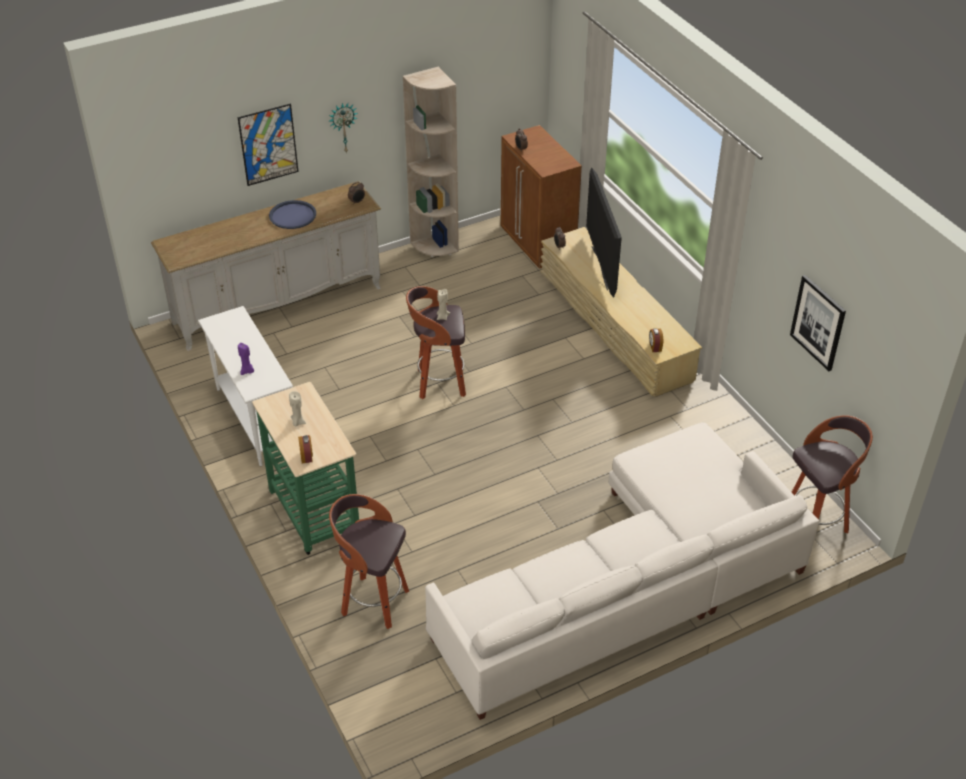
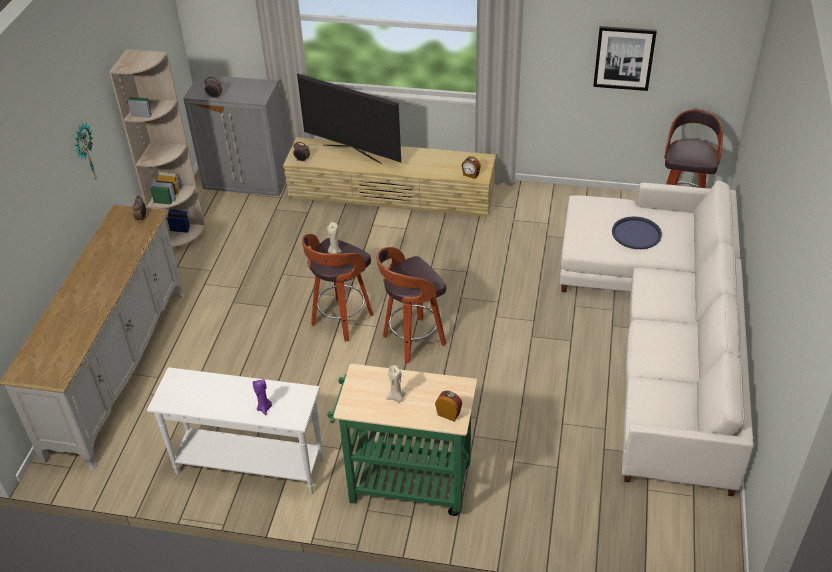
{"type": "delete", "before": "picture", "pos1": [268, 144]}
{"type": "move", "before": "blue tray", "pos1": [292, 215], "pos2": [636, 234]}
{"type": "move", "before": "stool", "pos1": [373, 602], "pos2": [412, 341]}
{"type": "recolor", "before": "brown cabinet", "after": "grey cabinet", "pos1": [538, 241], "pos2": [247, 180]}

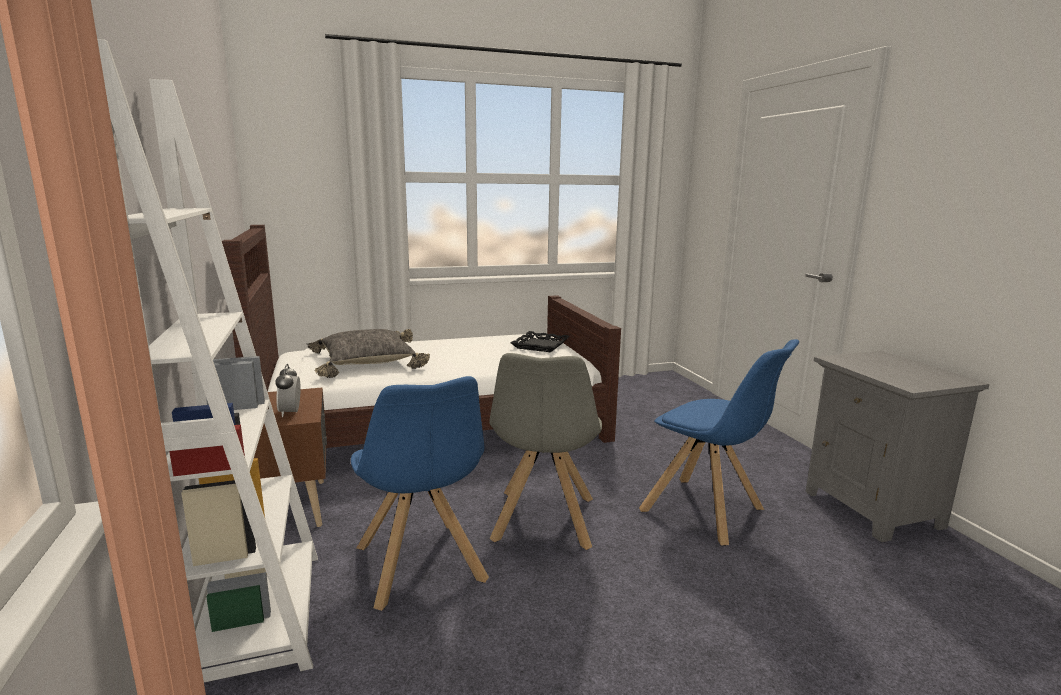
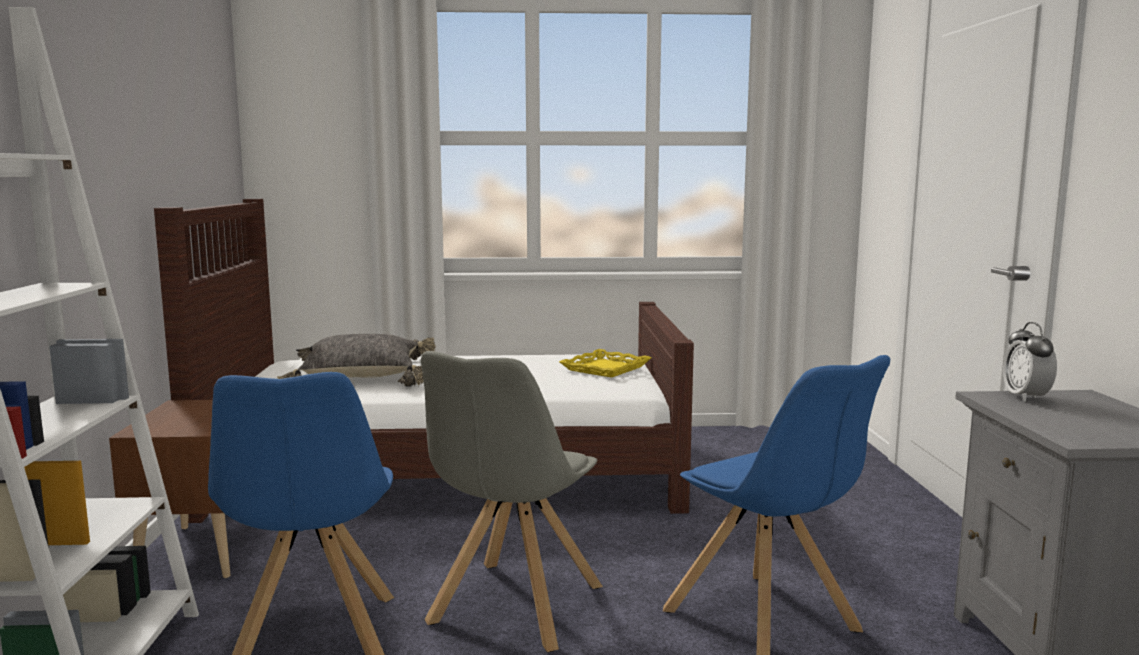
{"type": "move", "before": "alarm clock", "pos1": [290, 412], "pos2": [1026, 397]}
{"type": "recolor", "before": "black tray", "after": "yellow tray", "pos1": [540, 345], "pos2": [605, 368]}

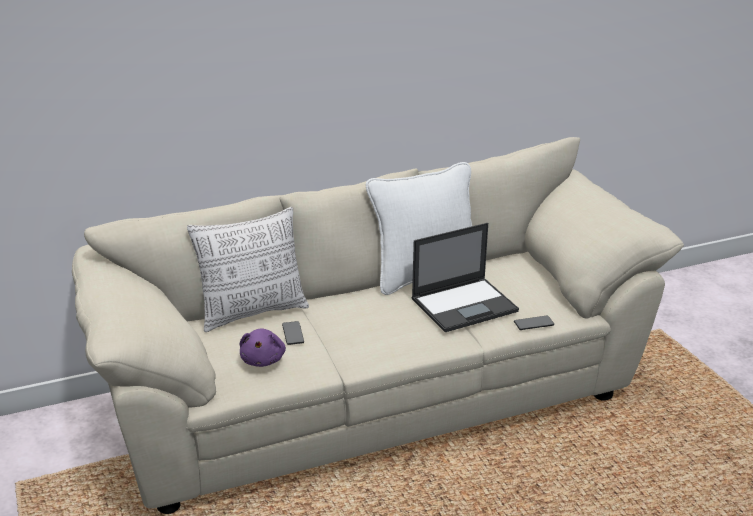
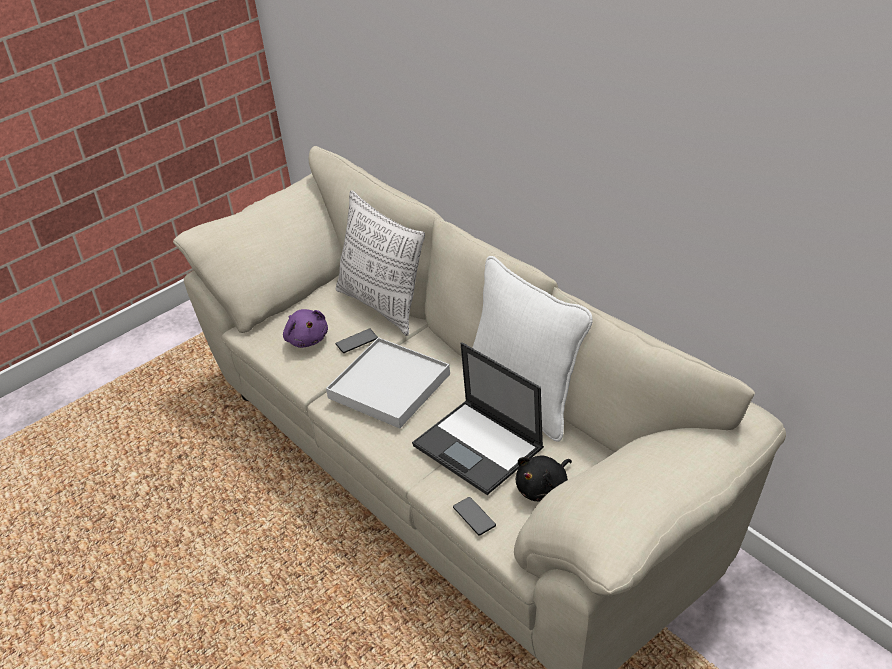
{"type": "rotate", "before": "purple plush toy", "pos1": [263, 360], "pos2": [307, 338], "turn": -105}
{"type": "insert", "after": "white tray", "pos2": [389, 386]}
{"type": "insert", "after": "black plush toy", "pos2": [545, 489]}

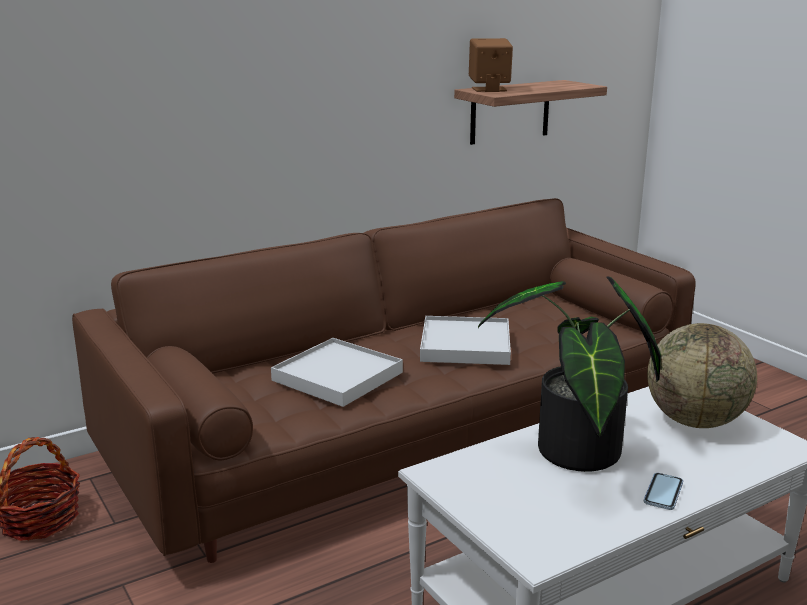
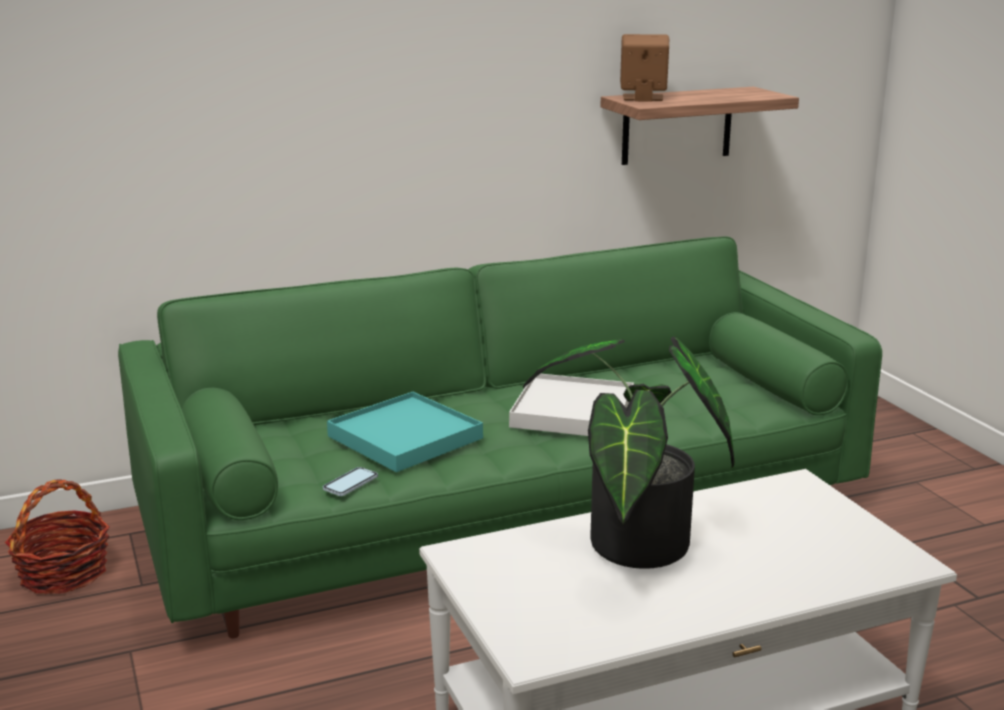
{"type": "recolor", "before": "brown sofa", "after": "green sofa", "pos1": [403, 432], "pos2": [501, 512]}
{"type": "recolor", "before": "white tray", "after": "turquoise tray", "pos1": [337, 376], "pos2": [405, 437]}
{"type": "move", "before": "phone", "pos1": [663, 493], "pos2": [350, 483]}
{"type": "delete", "before": "globe", "pos1": [695, 421]}

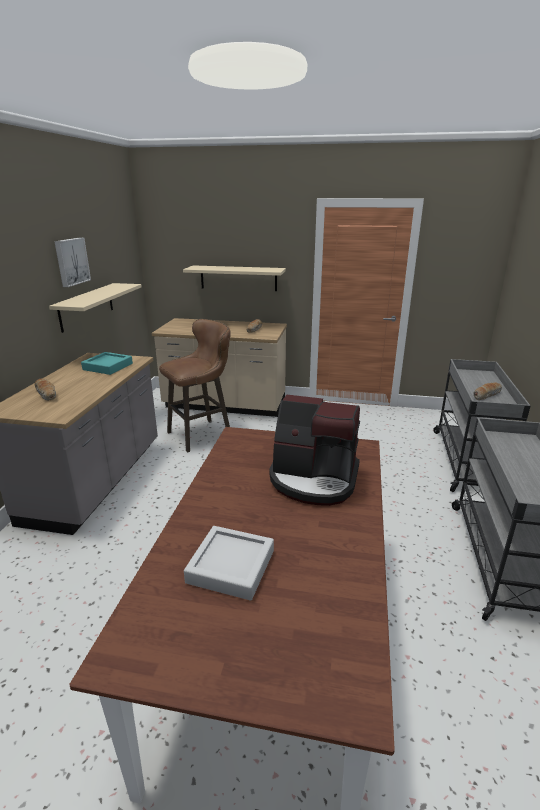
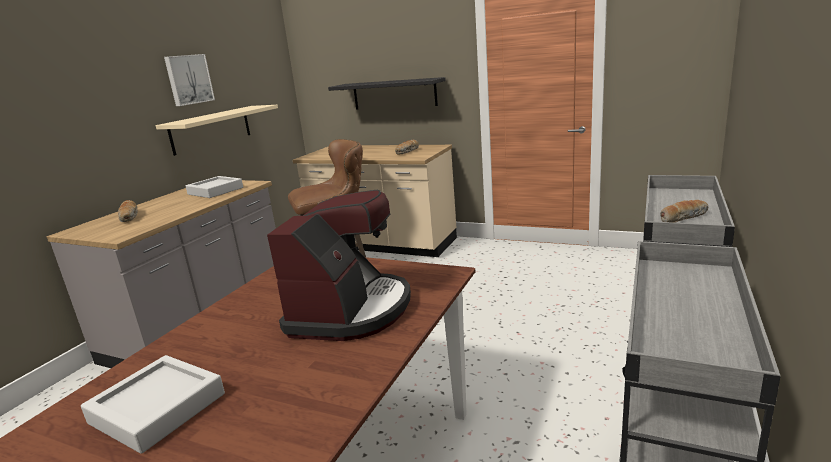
{"type": "recolor", "before": "turquoise tray", "after": "grey tray", "pos1": [108, 366], "pos2": [215, 191]}
{"type": "recolor", "before": "beige shelf", "after": "black shelf", "pos1": [238, 278], "pos2": [394, 94]}
{"type": "rotate", "before": "coffee machine", "pos1": [314, 479], "pos2": [351, 310], "turn": -105}

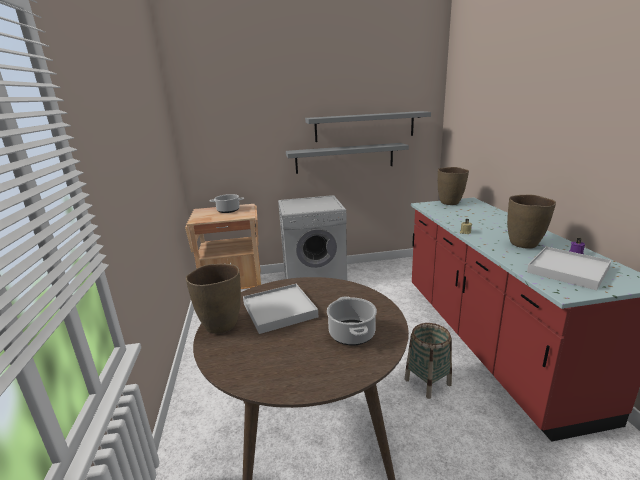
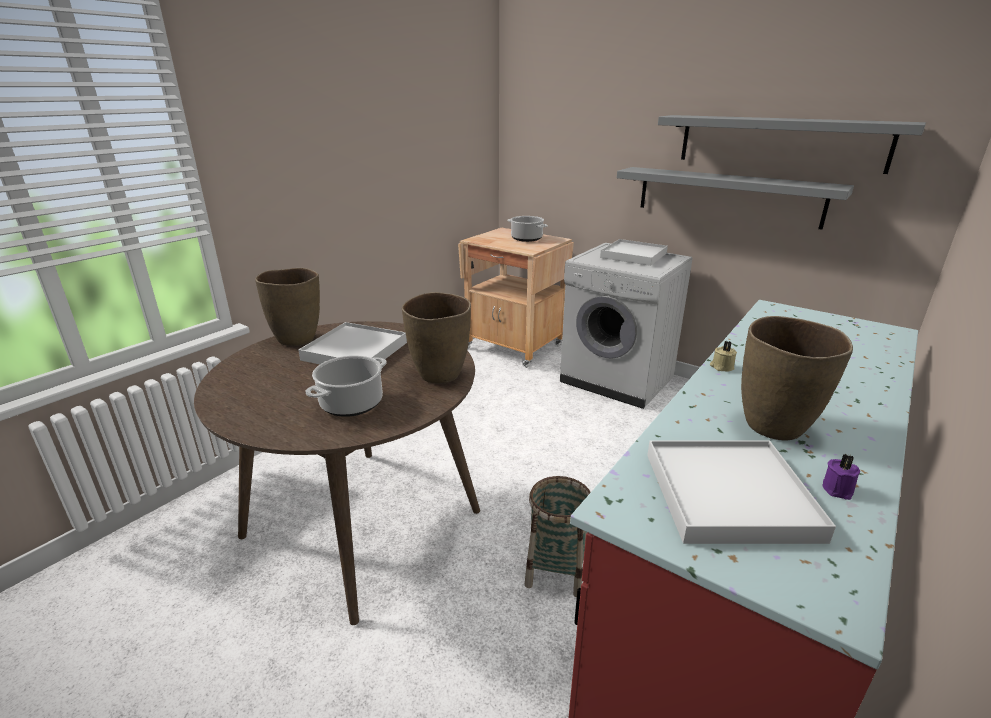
{"type": "move", "before": "brown vase", "pos1": [450, 203], "pos2": [440, 375]}
{"type": "insert", "after": "white tray", "pos2": [633, 255]}

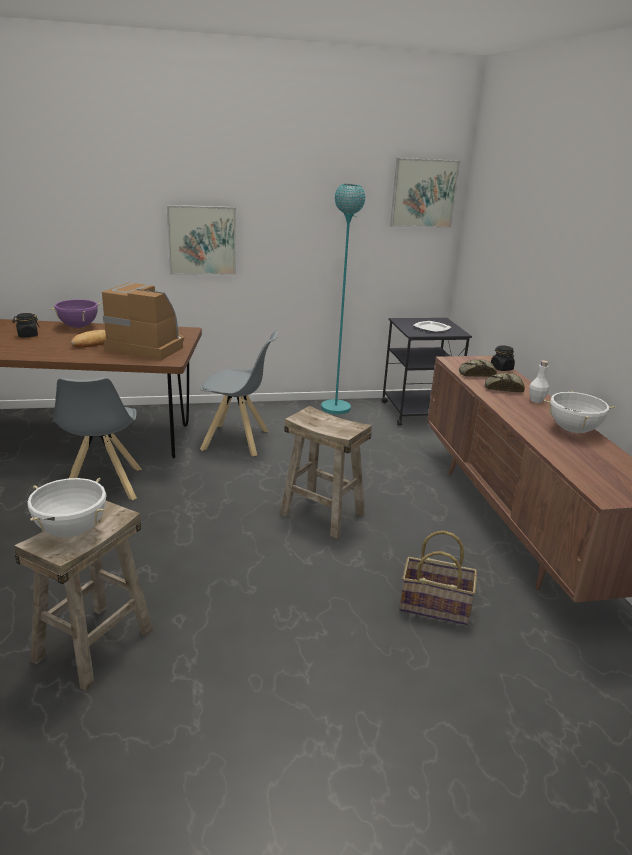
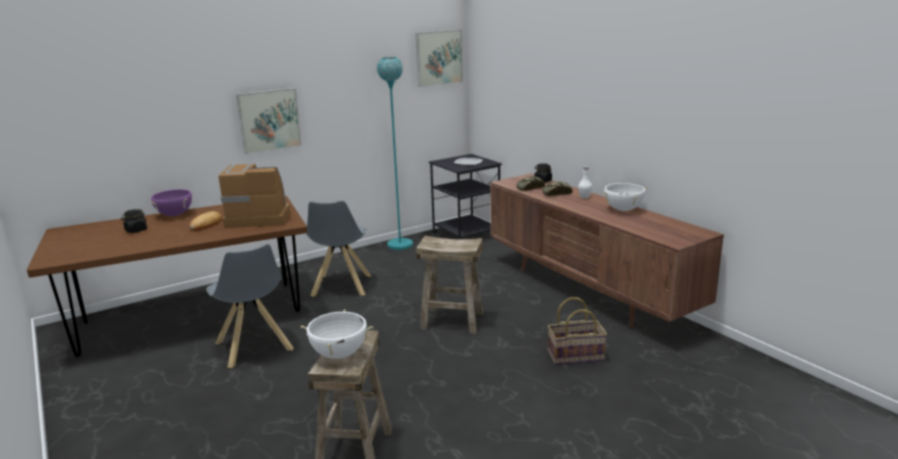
{"type": "rotate", "before": "grey chair", "pos1": [238, 441], "pos2": [341, 286], "turn": 105}

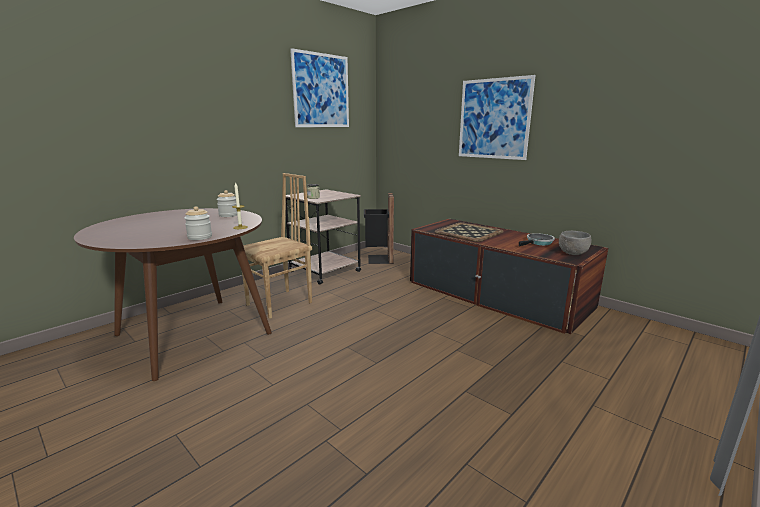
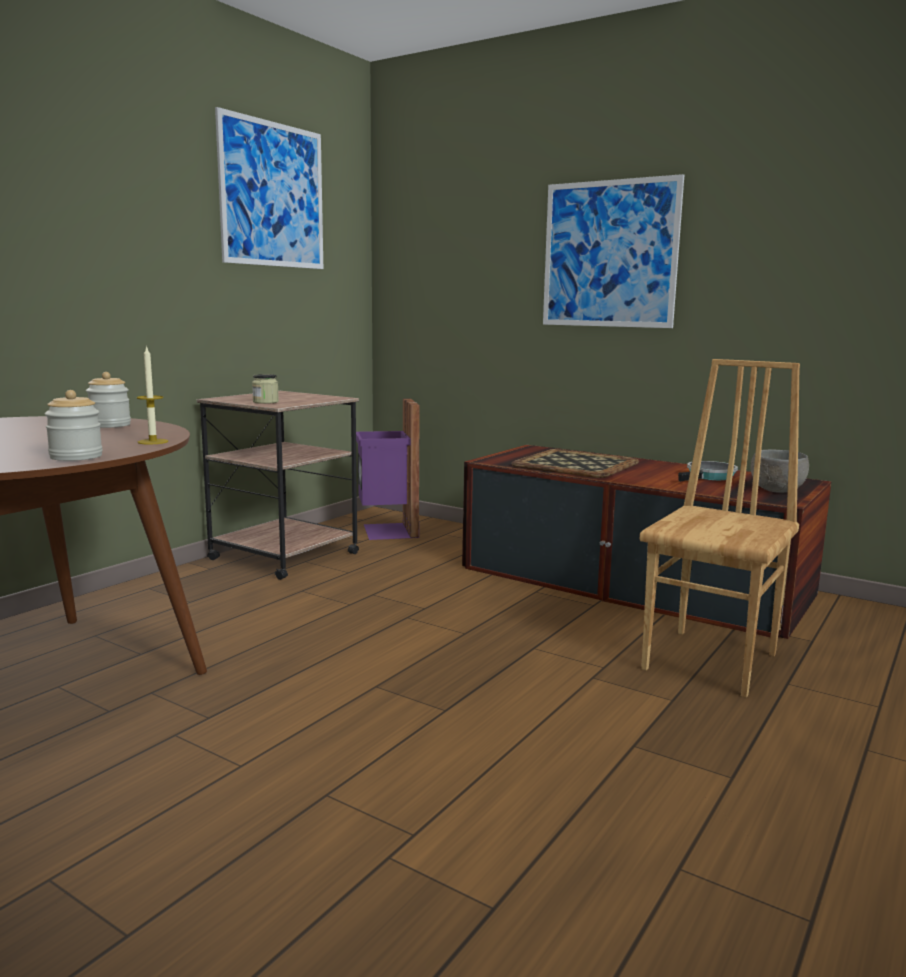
{"type": "move", "before": "brown chair", "pos1": [280, 304], "pos2": [713, 662]}
{"type": "recolor", "before": "black trash can", "after": "purple trash can", "pos1": [378, 259], "pos2": [387, 531]}

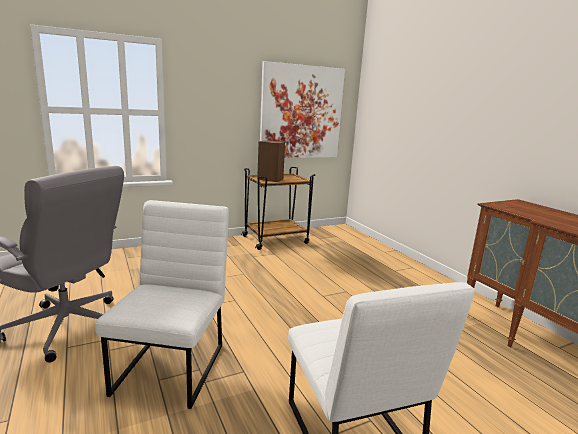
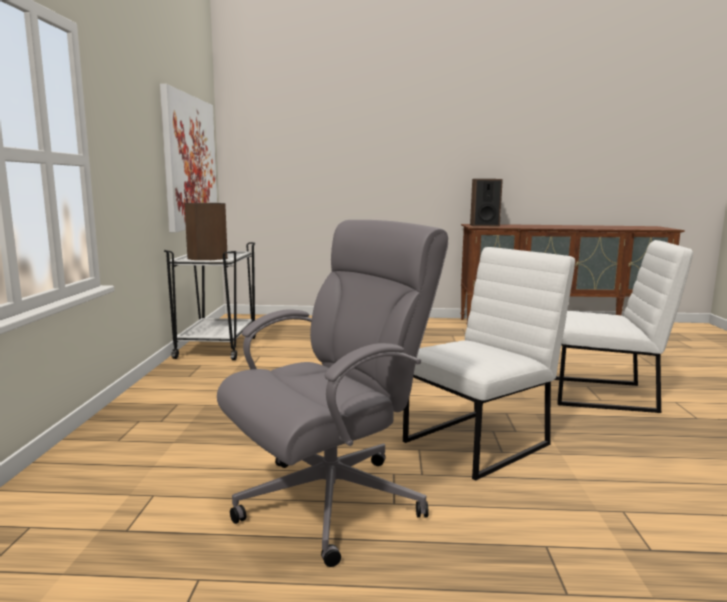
{"type": "rotate", "before": "white chair", "pos1": [172, 366], "pos2": [480, 442], "turn": 105}
{"type": "recolor", "before": "brown cart", "after": "white cart", "pos1": [276, 239], "pos2": [217, 347]}
{"type": "insert", "after": "speaker", "pos2": [484, 225]}

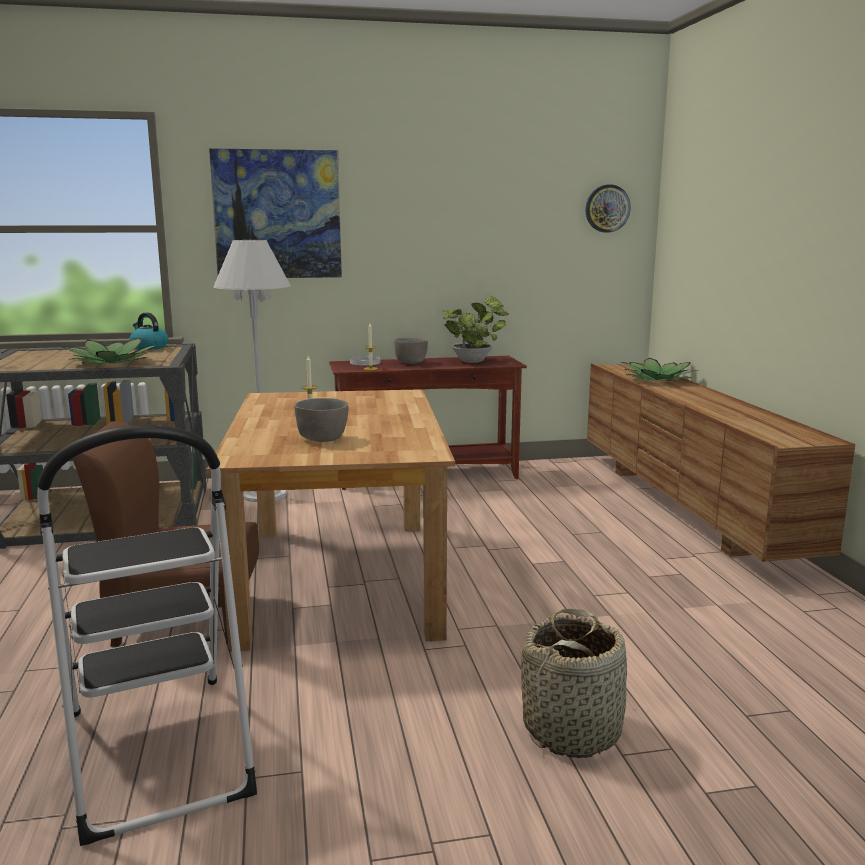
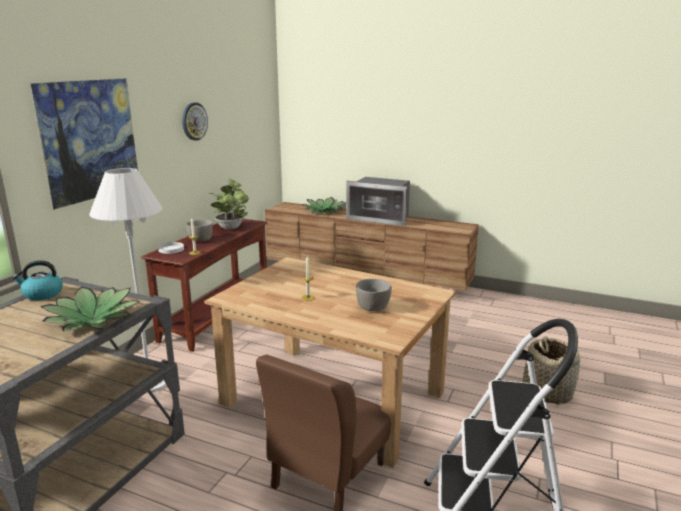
{"type": "move", "before": "wall clock", "pos1": [607, 208], "pos2": [194, 121]}
{"type": "insert", "after": "microwave", "pos2": [380, 218]}

